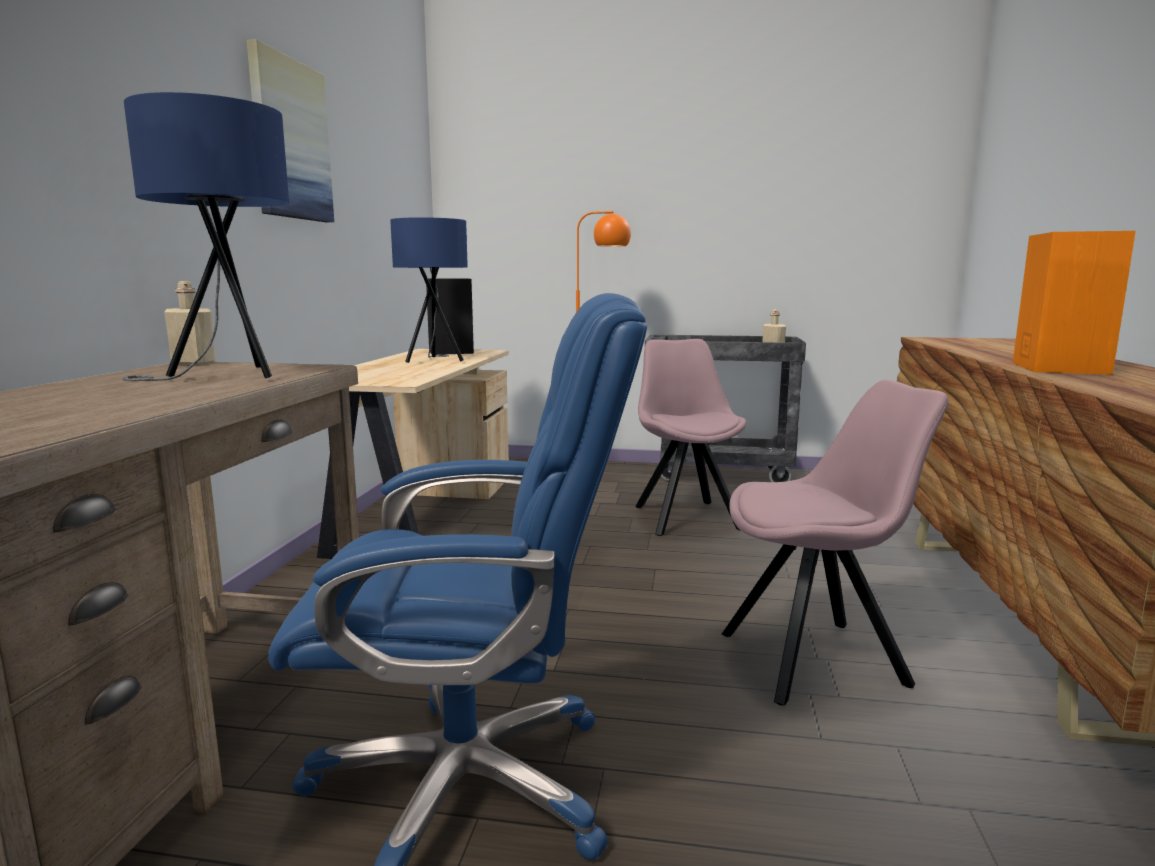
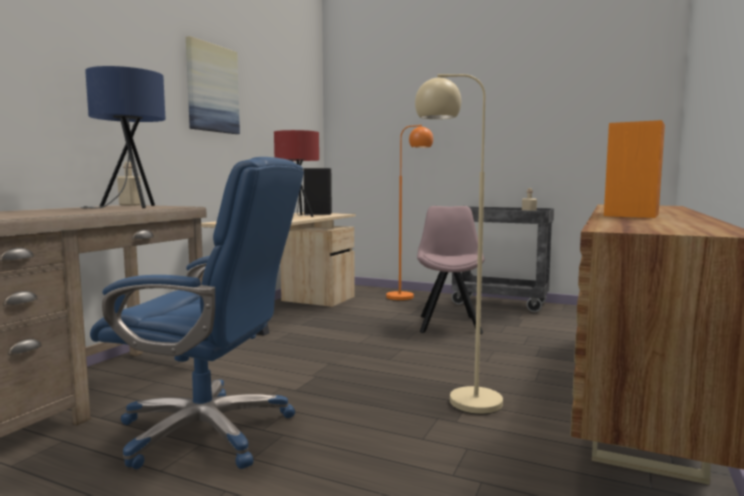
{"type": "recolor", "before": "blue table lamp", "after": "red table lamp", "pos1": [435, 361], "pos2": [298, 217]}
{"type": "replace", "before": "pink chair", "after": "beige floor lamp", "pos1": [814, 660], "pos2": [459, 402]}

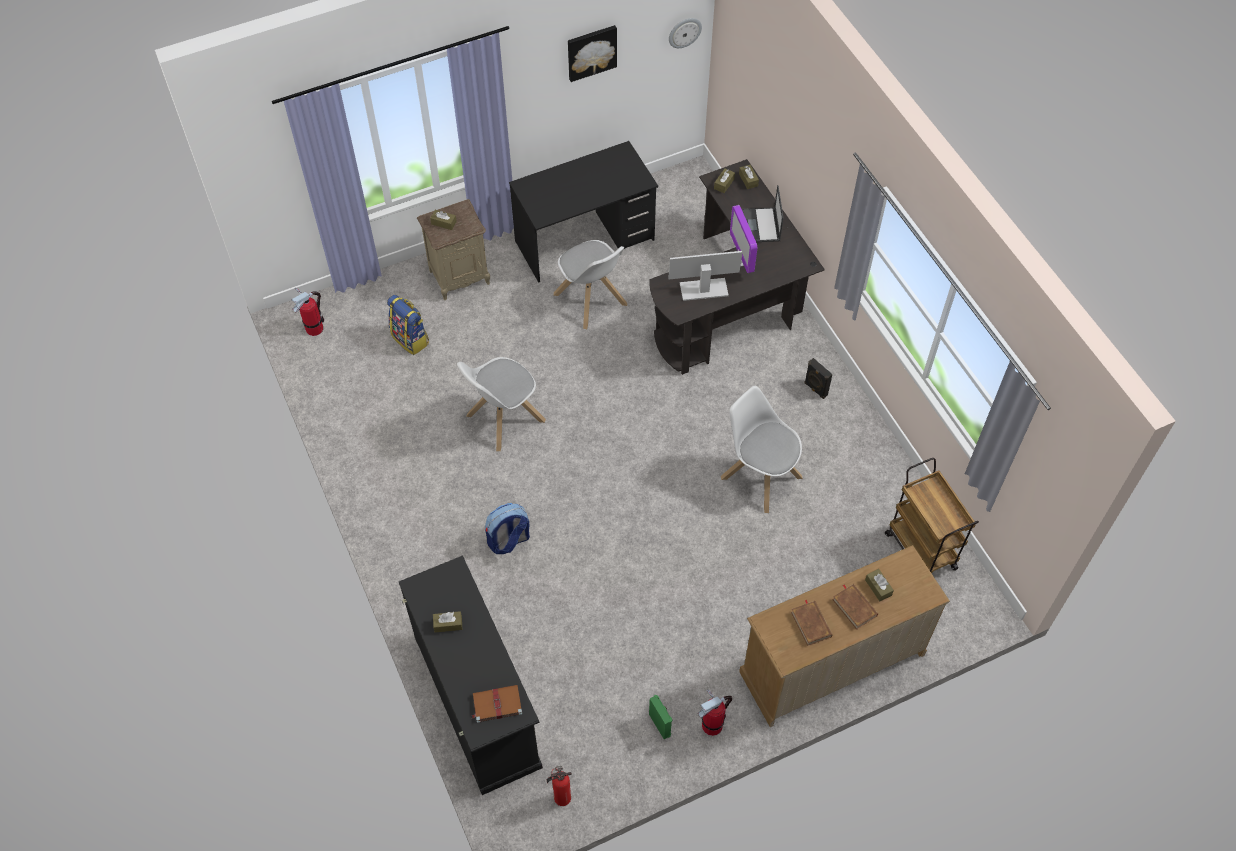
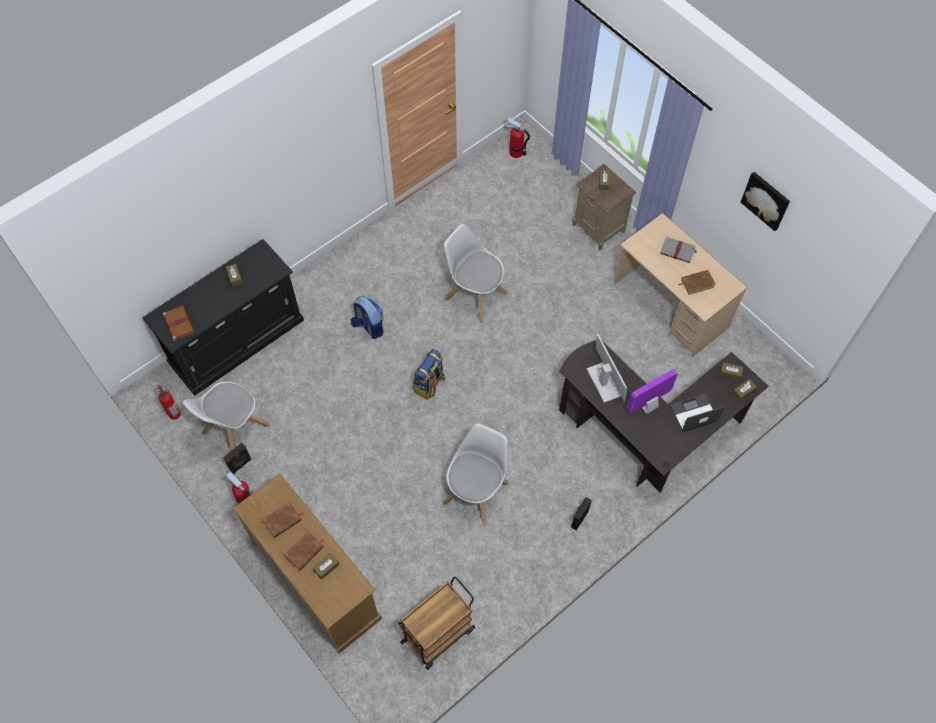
{"type": "move", "before": "backpack", "pos1": [411, 339], "pos2": [429, 384]}
{"type": "recolor", "before": "black desk", "after": "beige desk", "pos1": [585, 241], "pos2": [670, 305]}
{"type": "move", "before": "chair", "pos1": [591, 301], "pos2": [234, 430]}
{"type": "recolor", "before": "green speaker", "after": "black speaker", "pos1": [660, 724], "pos2": [241, 465]}
{"type": "delete", "before": "wall clock", "pos1": [684, 32]}
{"type": "insert", "after": "grey book", "pos2": [678, 251]}
{"type": "insert", "after": "brown book", "pos2": [697, 283]}

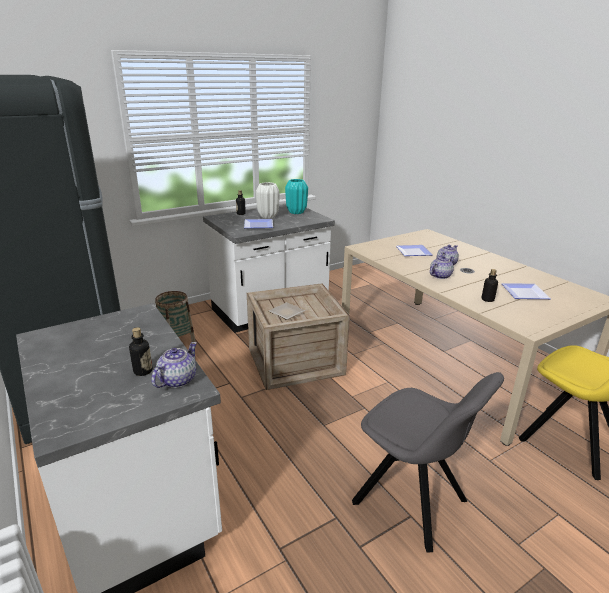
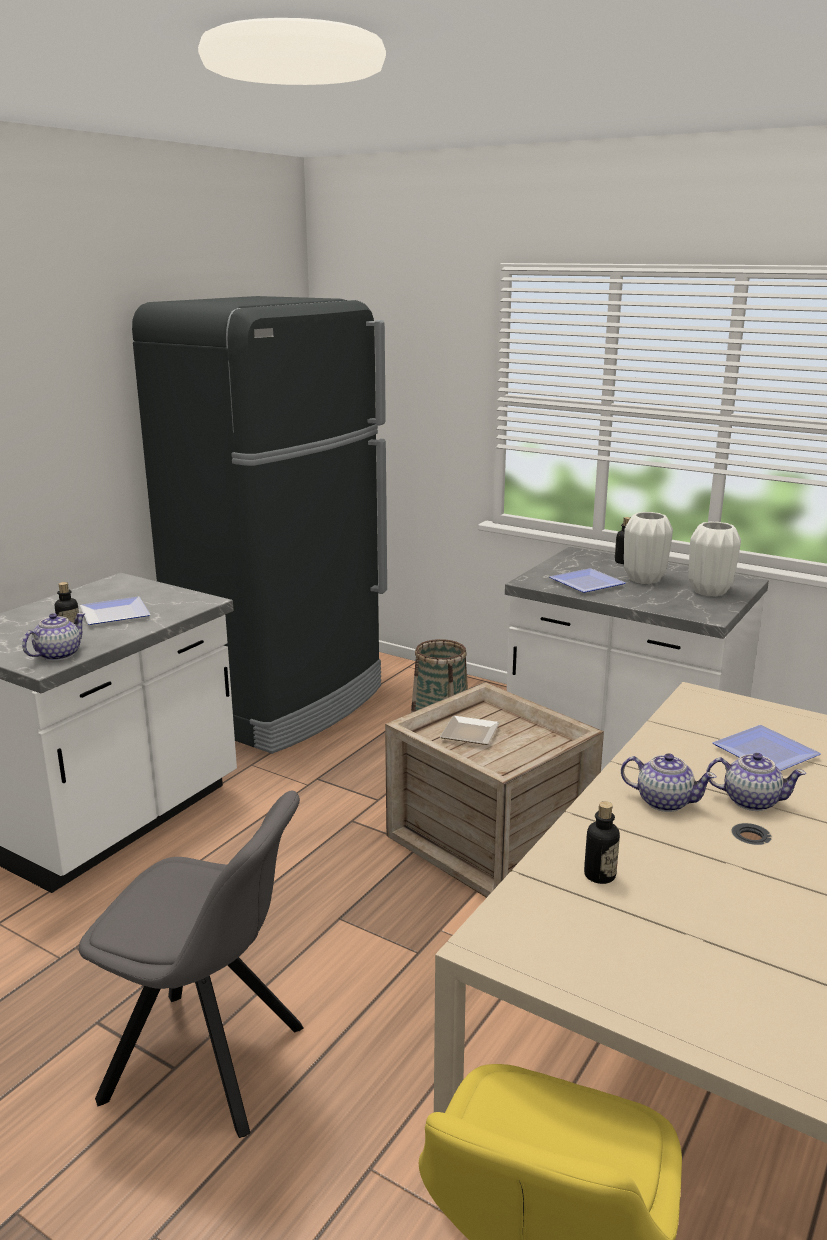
{"type": "rotate", "before": "teapot", "pos1": [177, 380], "pos2": [57, 655], "turn": -60}
{"type": "recolor", "before": "turquoise vase", "after": "white vase", "pos1": [296, 212], "pos2": [709, 592]}
{"type": "rotate", "before": "grey chair", "pos1": [411, 501], "pos2": [206, 1062], "turn": -90}
{"type": "move", "before": "plate", "pos1": [524, 294], "pos2": [112, 614]}

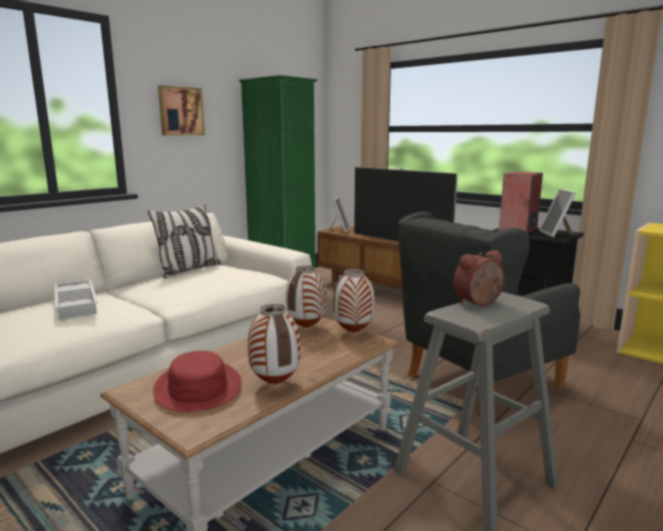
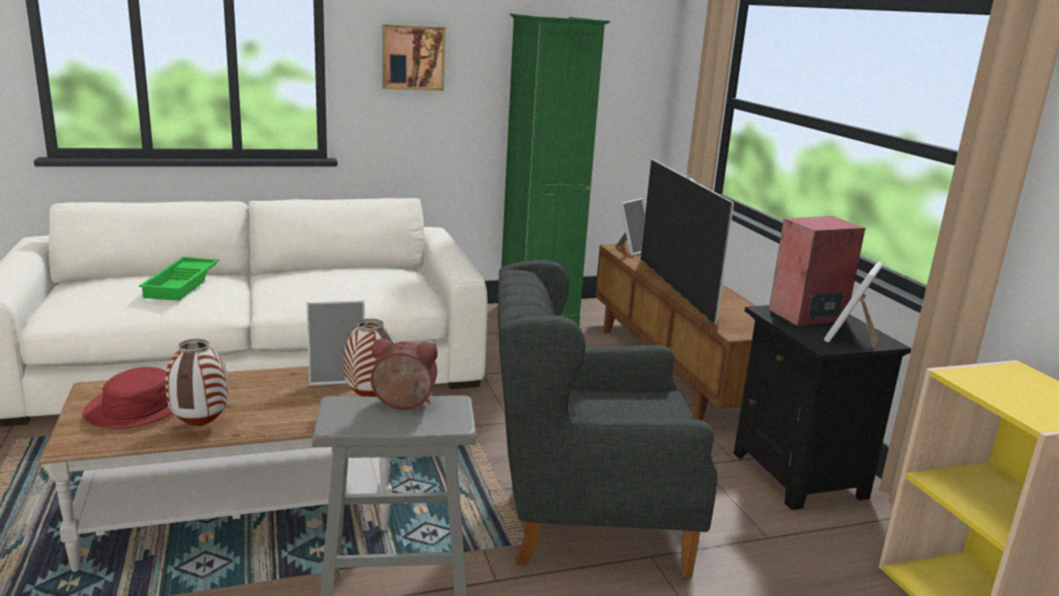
{"type": "recolor", "before": "white tray", "after": "green tray", "pos1": [77, 303], "pos2": [183, 284]}
{"type": "delete", "before": "pillow", "pos1": [189, 270]}
{"type": "replace", "before": "vase", "after": "picture frame", "pos1": [306, 327], "pos2": [338, 376]}

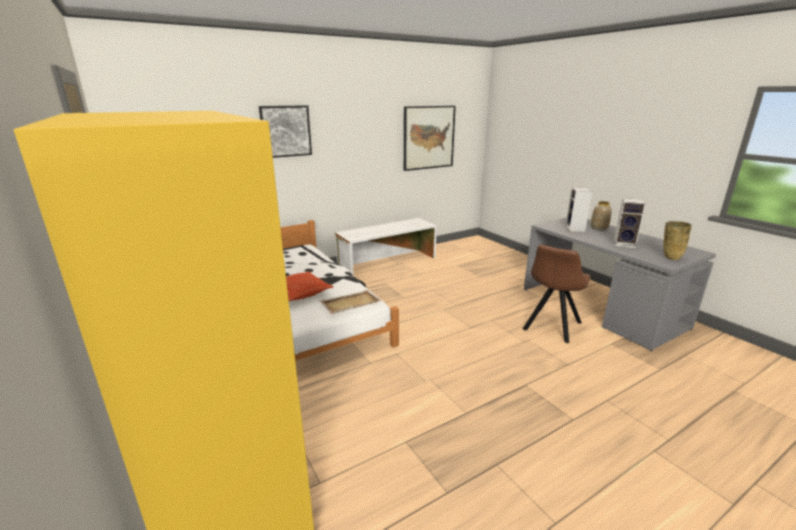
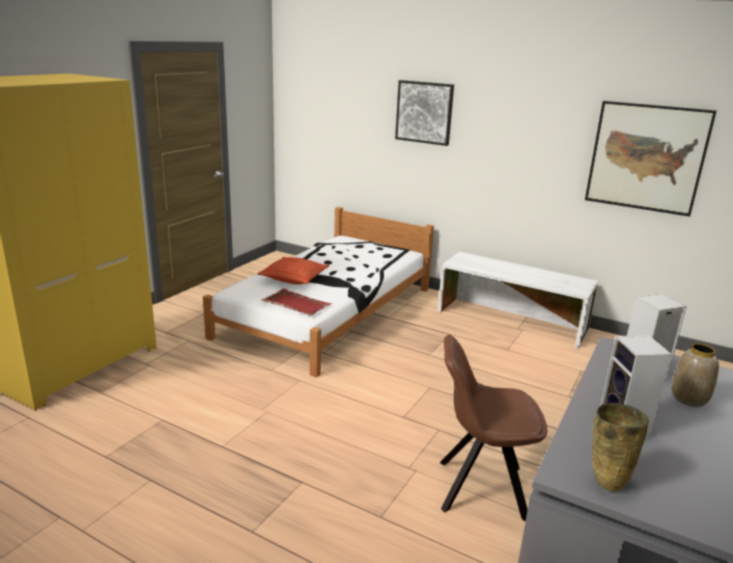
{"type": "recolor", "before": "beige tray", "after": "red tray", "pos1": [350, 303], "pos2": [296, 304]}

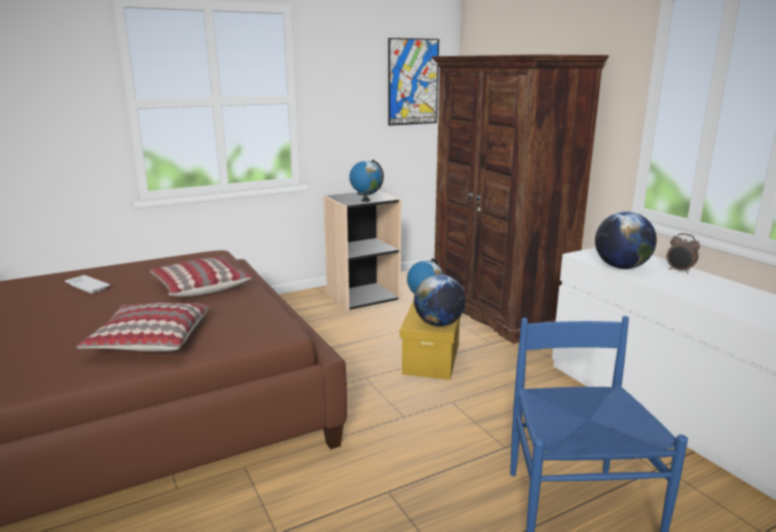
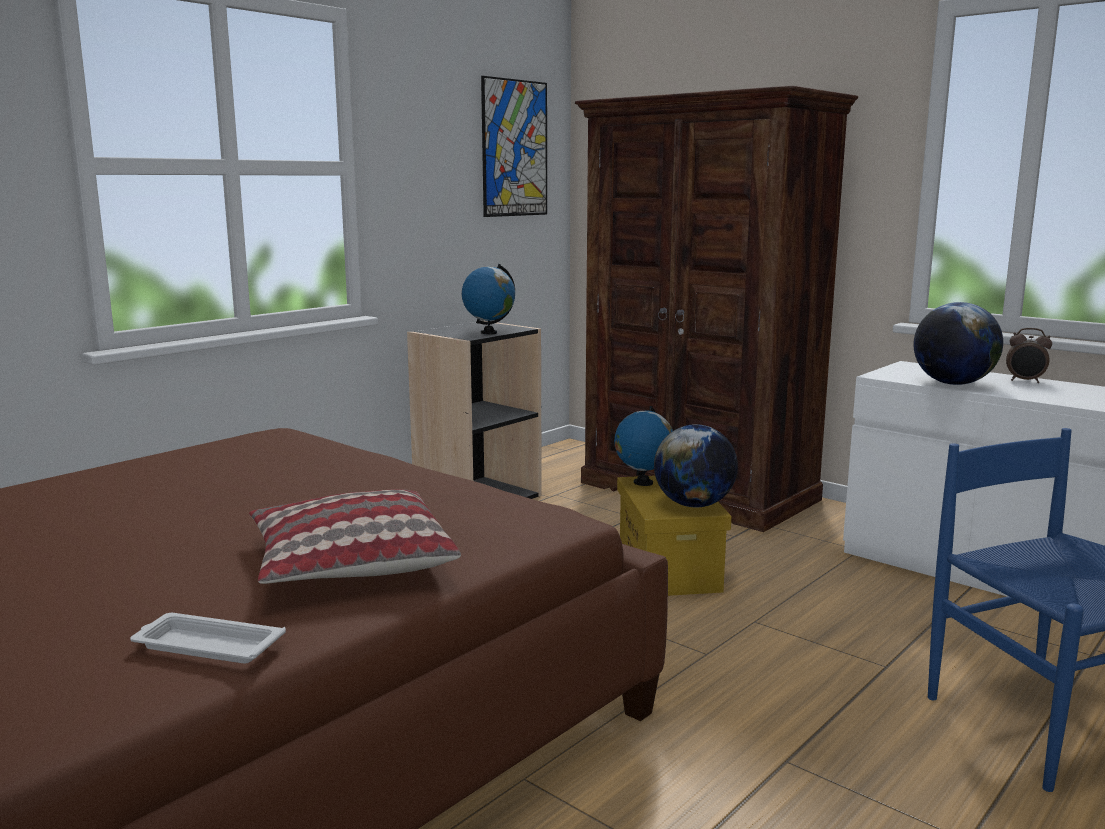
{"type": "move", "before": "white tray", "pos1": [87, 287], "pos2": [206, 646]}
{"type": "delete", "before": "pillow", "pos1": [200, 286]}

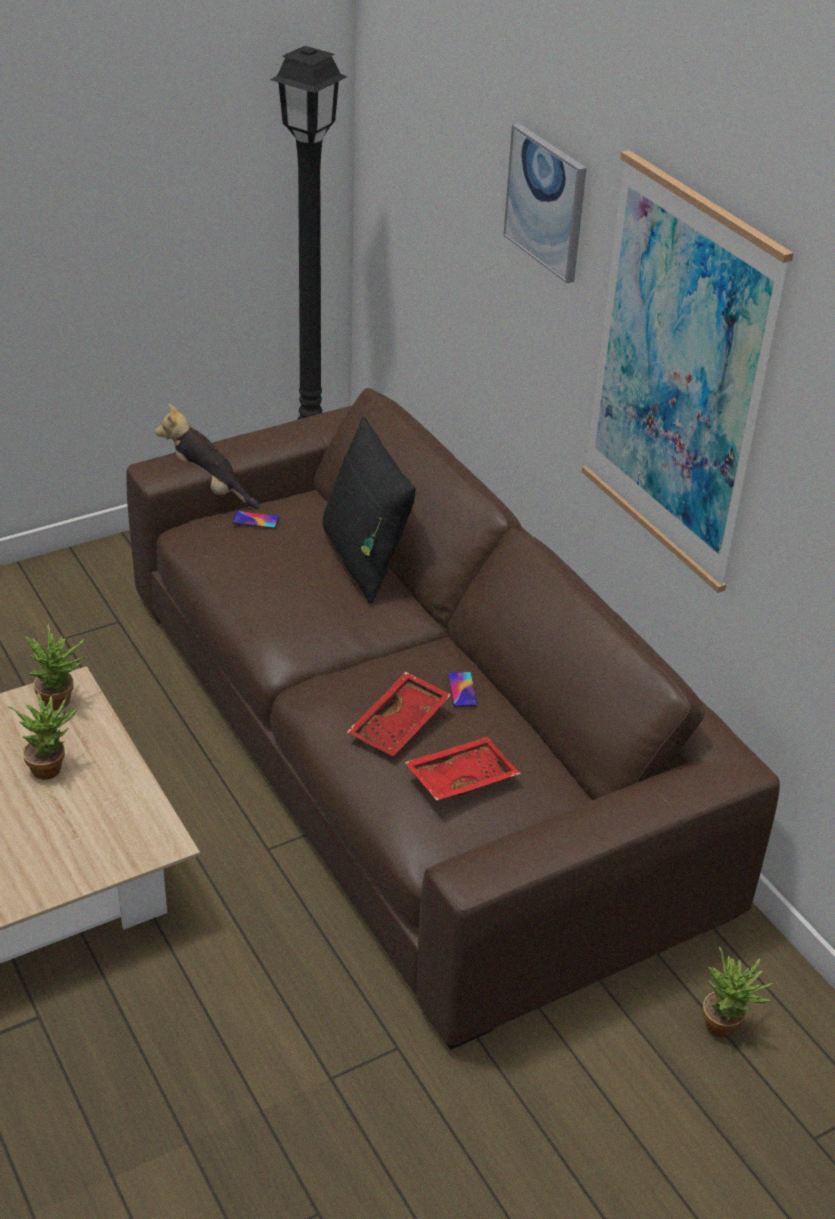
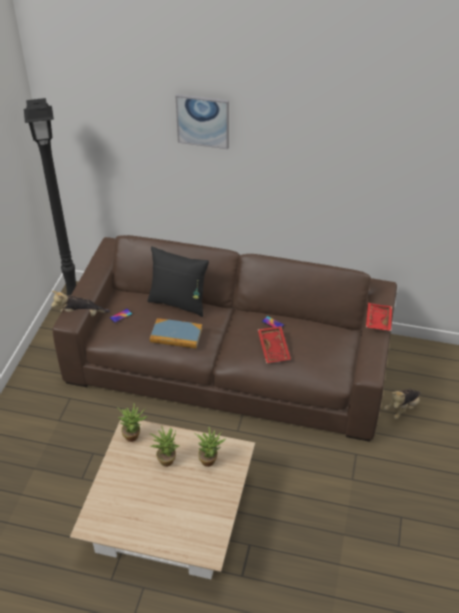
{"type": "move", "before": "red tray", "pos1": [460, 777], "pos2": [377, 321]}
{"type": "delete", "before": "picture", "pos1": [678, 375]}
{"type": "move", "before": "potted plant", "pos1": [727, 1026], "pos2": [210, 459]}
{"type": "insert", "after": "book", "pos2": [176, 335]}
{"type": "insert", "after": "plush toy", "pos2": [402, 408]}

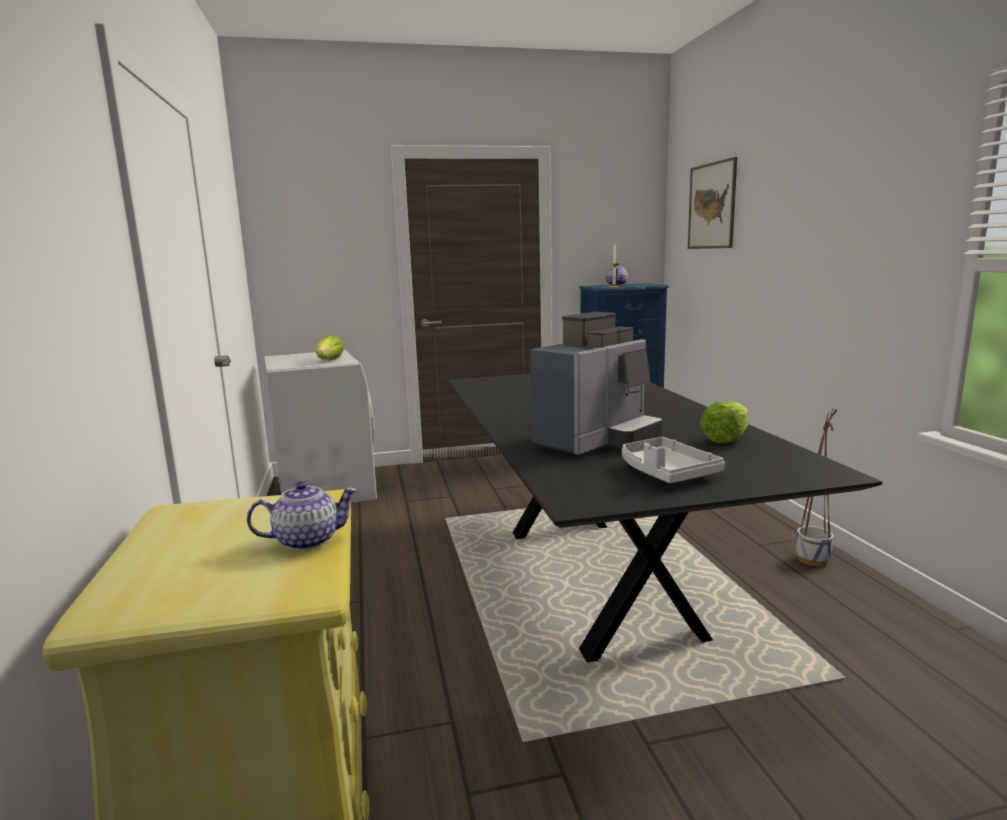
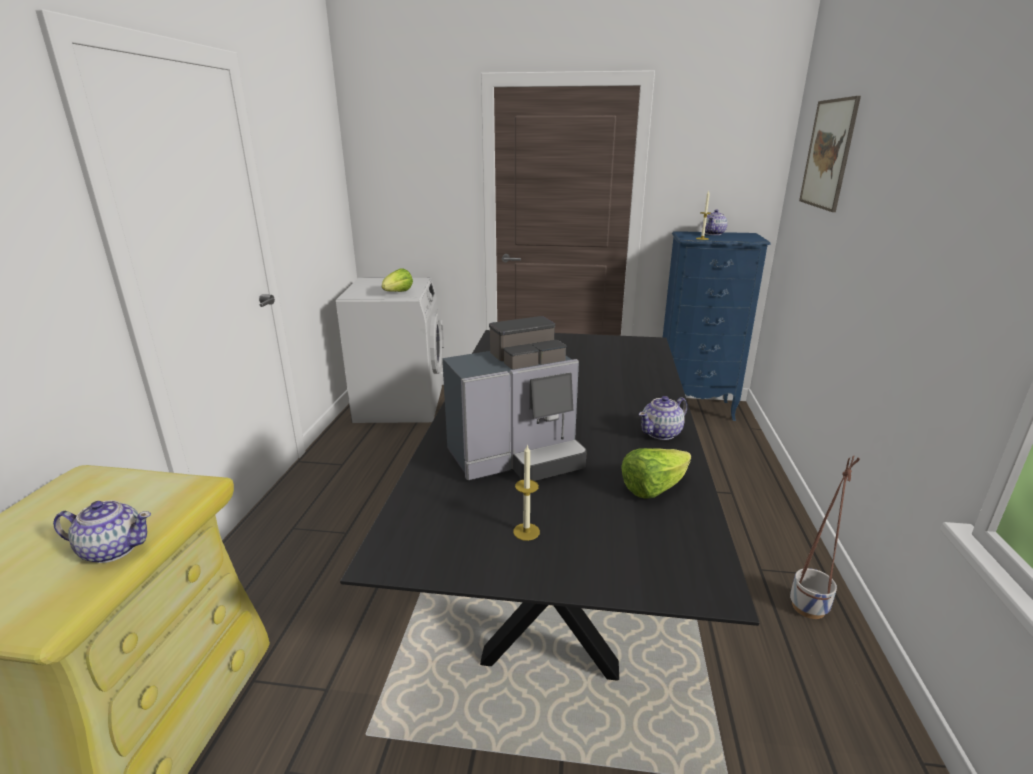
{"type": "replace", "before": "grey tray", "after": "candle", "pos1": [666, 472], "pos2": [526, 531]}
{"type": "insert", "after": "teapot", "pos2": [661, 433]}

